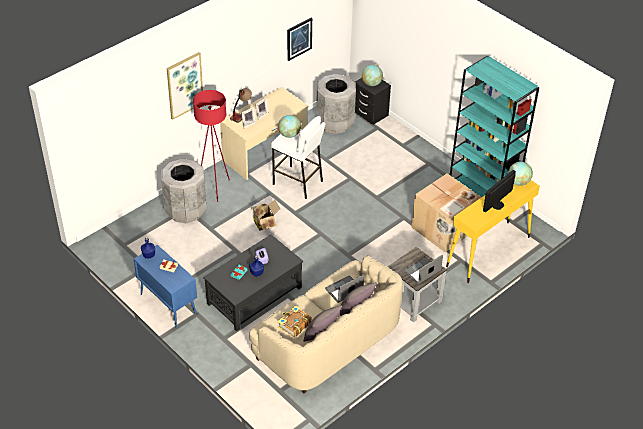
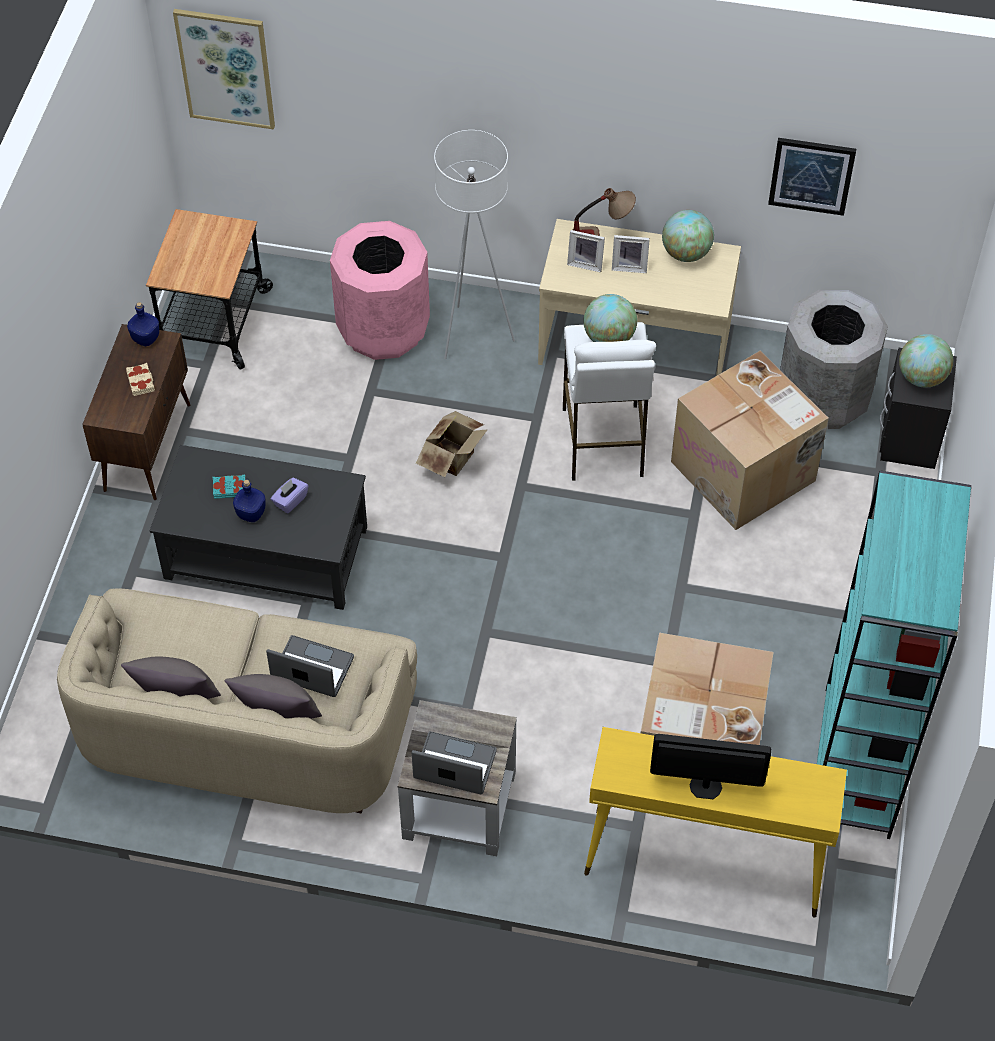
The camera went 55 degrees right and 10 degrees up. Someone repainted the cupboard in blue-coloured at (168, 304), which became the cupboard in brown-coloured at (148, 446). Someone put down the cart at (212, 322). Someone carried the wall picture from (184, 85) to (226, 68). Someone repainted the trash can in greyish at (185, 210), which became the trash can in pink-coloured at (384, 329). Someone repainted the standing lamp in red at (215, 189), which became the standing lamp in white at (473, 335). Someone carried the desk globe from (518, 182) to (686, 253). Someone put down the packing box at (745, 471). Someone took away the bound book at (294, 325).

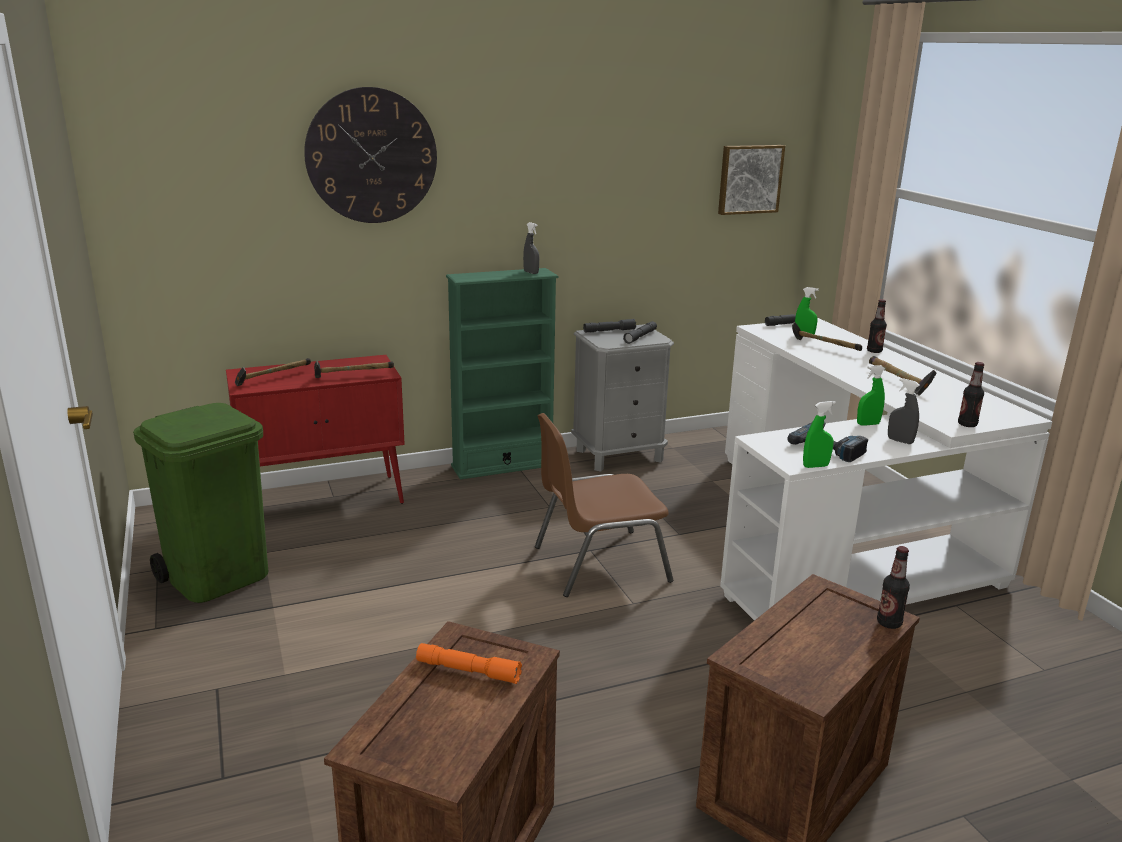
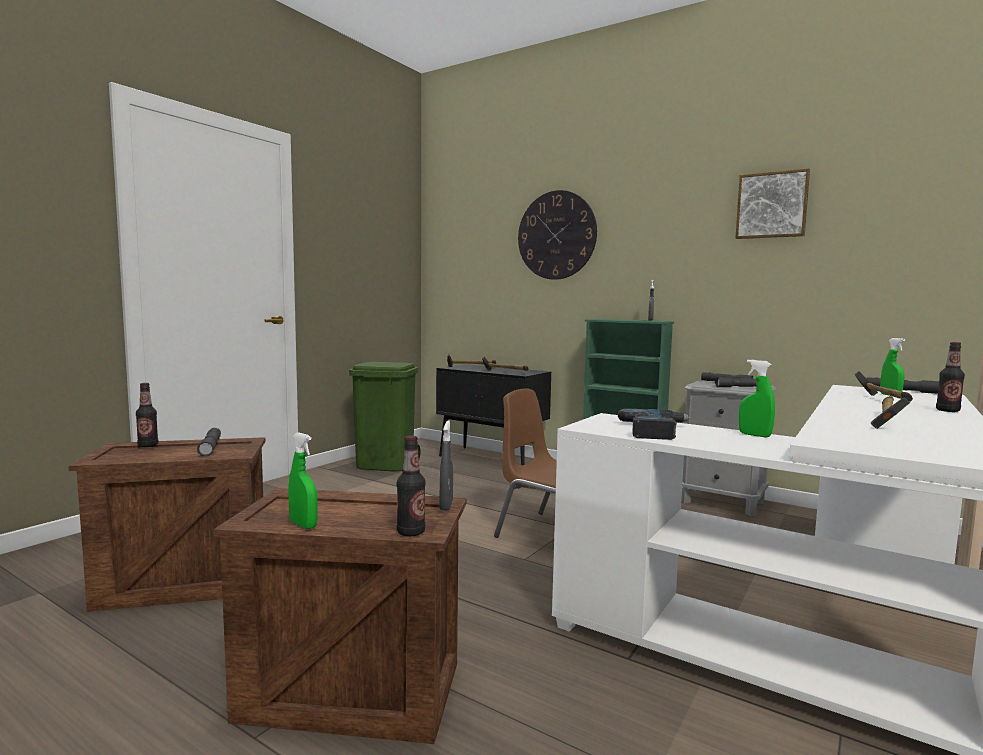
The camera went 55 degrees right and 15 degrees down. Someone carried the beverage bottle from (967, 424) to (148, 445). Someone repainted the torch in orange at (468, 671), which became the torch in greyish at (210, 447). Someone carried the sprayer in greenish from (815, 466) to (303, 525). Someone repainted the cupboard in red at (325, 500), which became the cupboard in blackish at (492, 459). Someone carried the sprayer in greyish from (900, 441) to (446, 506). Someone carried the wall picture from (749, 179) to (772, 205).

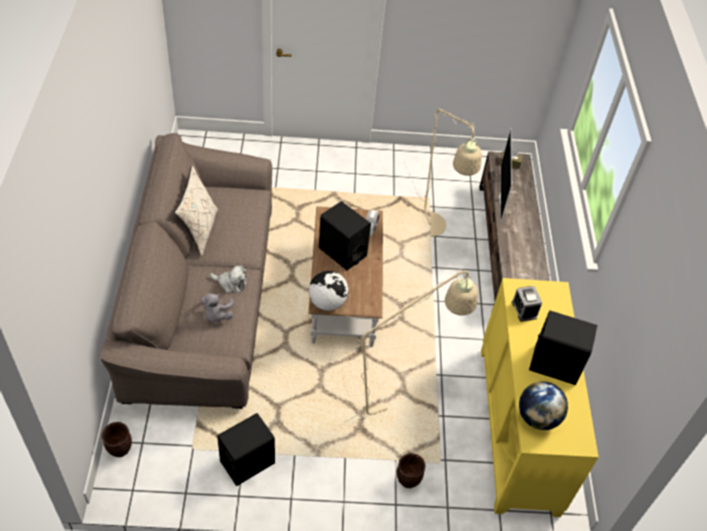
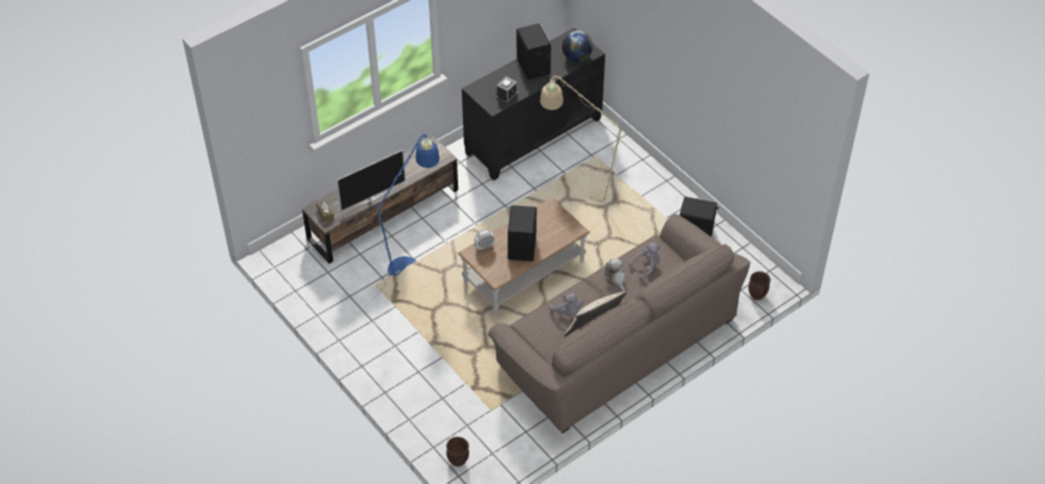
The camera went 125 degrees left and 0 degrees up. Someone repainted the standing lamp in sand-coloured at (432, 230), which became the standing lamp in blue-coloured at (409, 263). Someone carried the flower pot in brown-coloured from (407, 480) to (458, 461). Someone repainted the cupboard in yellow-coloured at (519, 428), which became the cupboard in blackish at (533, 135). Someone put down the soft toy in greyish at (568, 312). Someone took away the desk globe at (327, 302).

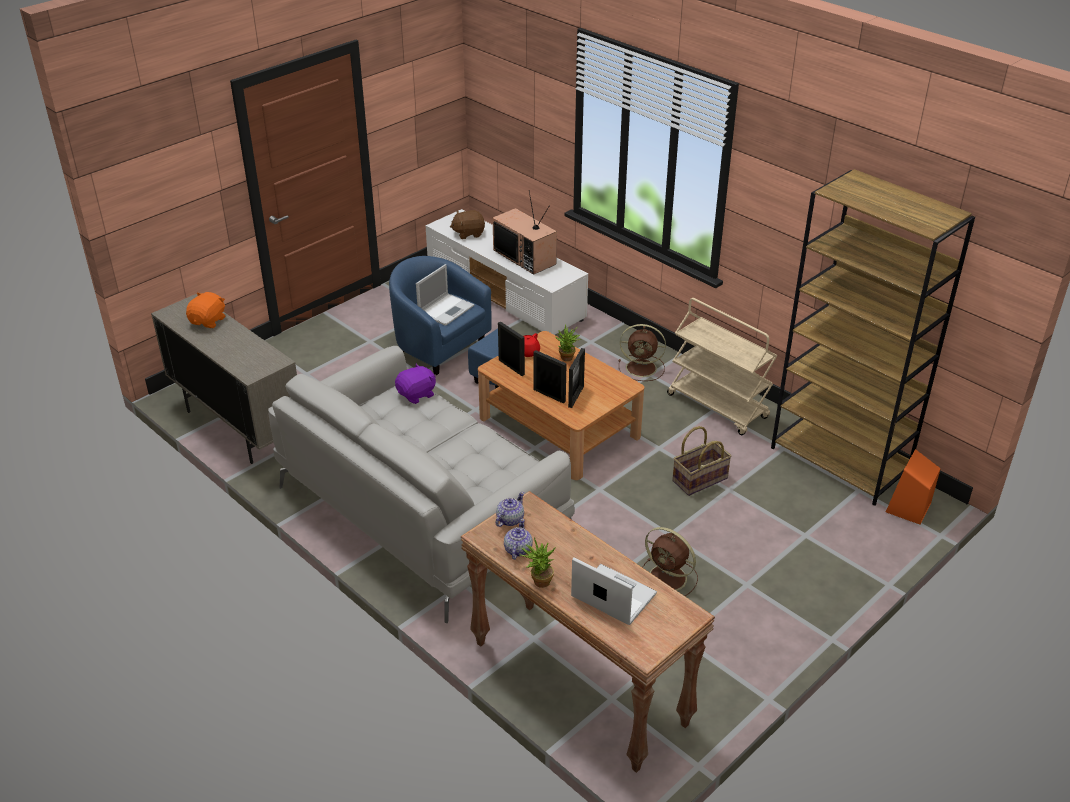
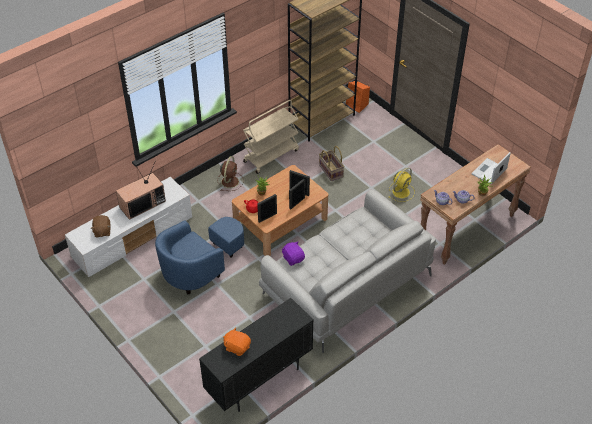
The camera went 85 degrees left and 10 degrees up. Someone repainted the cupboard in sand-coloured at (238, 427), which became the cupboard in blackish at (259, 380). Someone repainted the electric fan in brown-coloured at (669, 579), which became the electric fan in yellow-coloured at (401, 191). Someone took away the notebook computer at (446, 309).

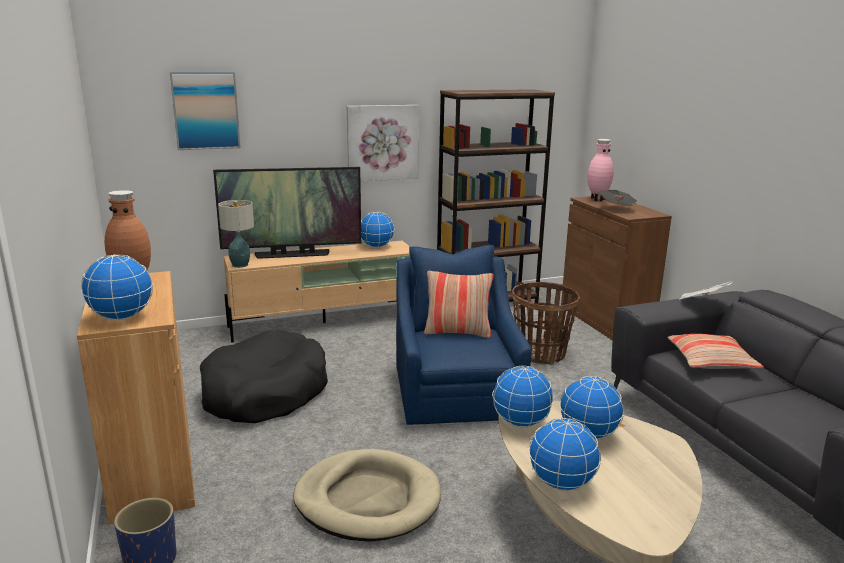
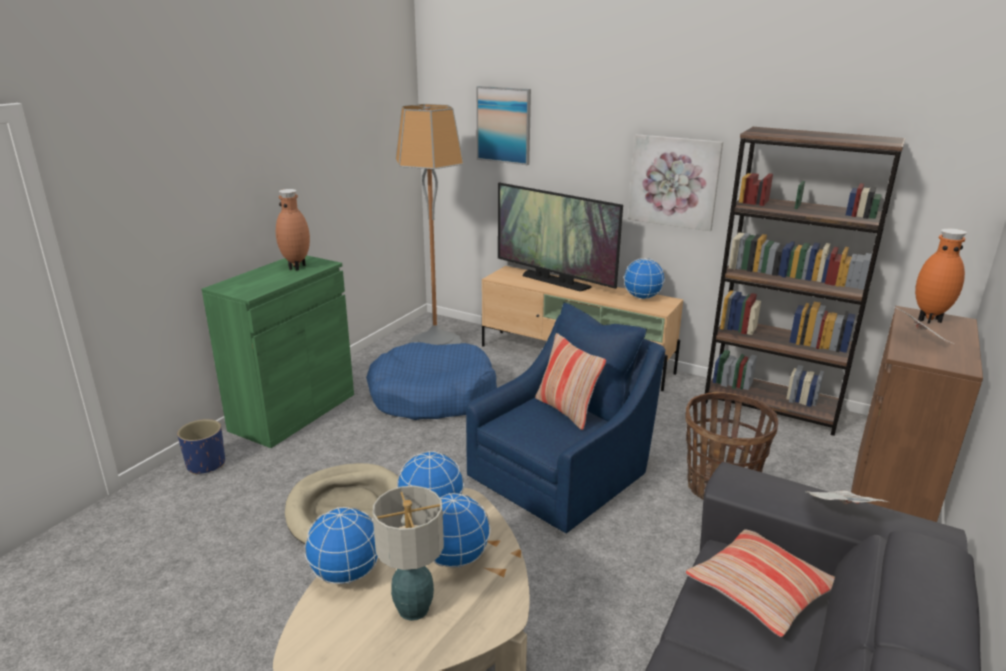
The camera went 50 degrees right and 5 degrees up. Someone repainted the cupboard in brown-coloured at (152, 470), which became the cupboard in greenish at (293, 412). Someone repainted the dog bed in blackish at (265, 393), which became the dog bed in blue-coloured at (432, 396). Someone carried the table lamp from (239, 265) to (412, 608). Someone put down the standing lamp at (435, 344). Someone repainted the vase in pink-coloured at (597, 199), which became the vase in orange at (928, 319). Someone took away the desk globe at (122, 317).

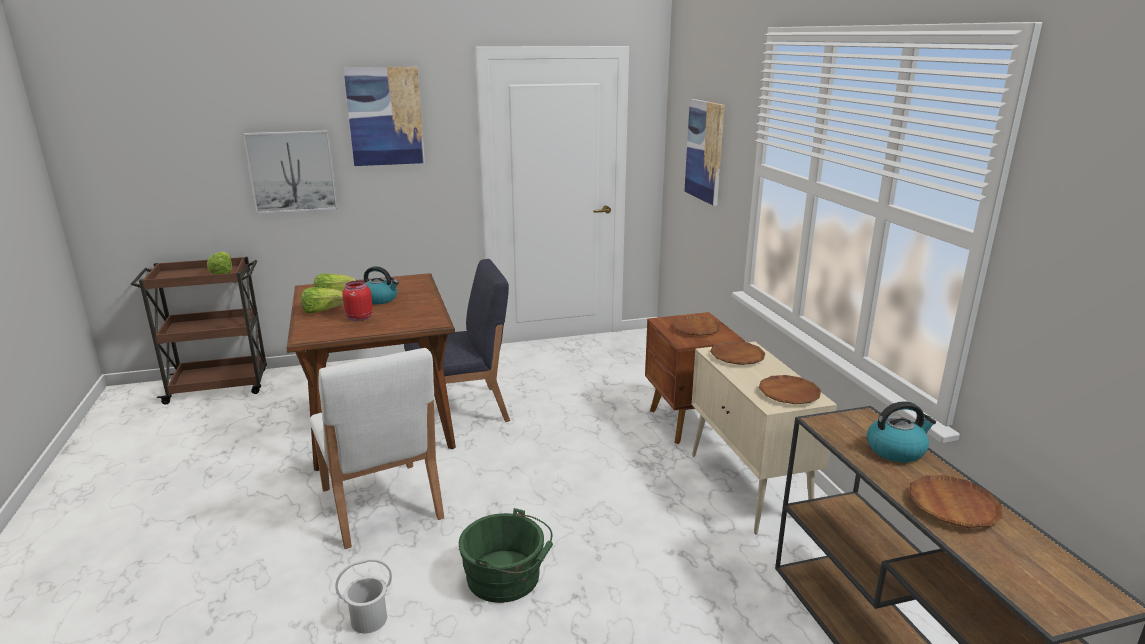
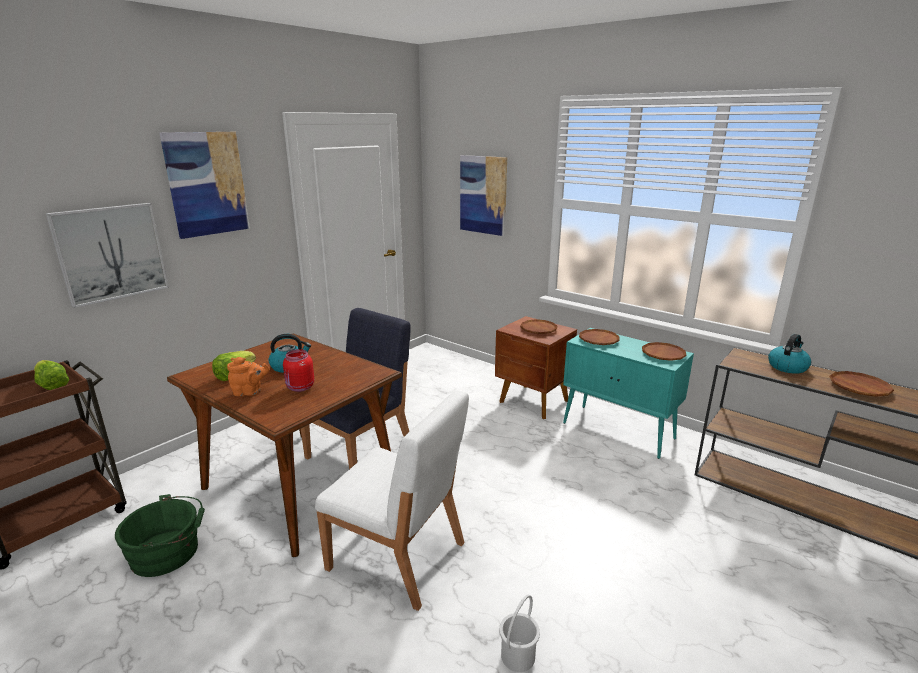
The camera went 35 degrees left and 0 degrees up. Someone carried the water bucket in greenish from (507, 578) to (169, 552). Someone swapped the lettuce head at (322, 311) for the pot for tea in orange at (249, 392). Someone repainted the cupboard in sand-coloured at (749, 487), which became the cupboard in turquoise-coloured at (619, 431).

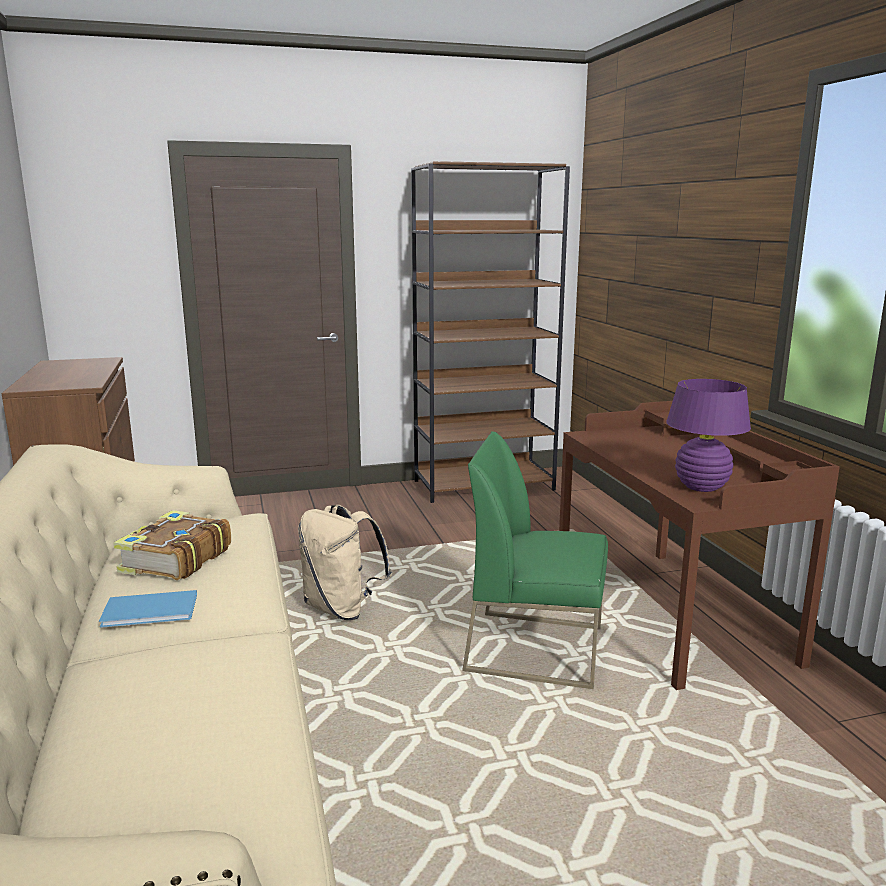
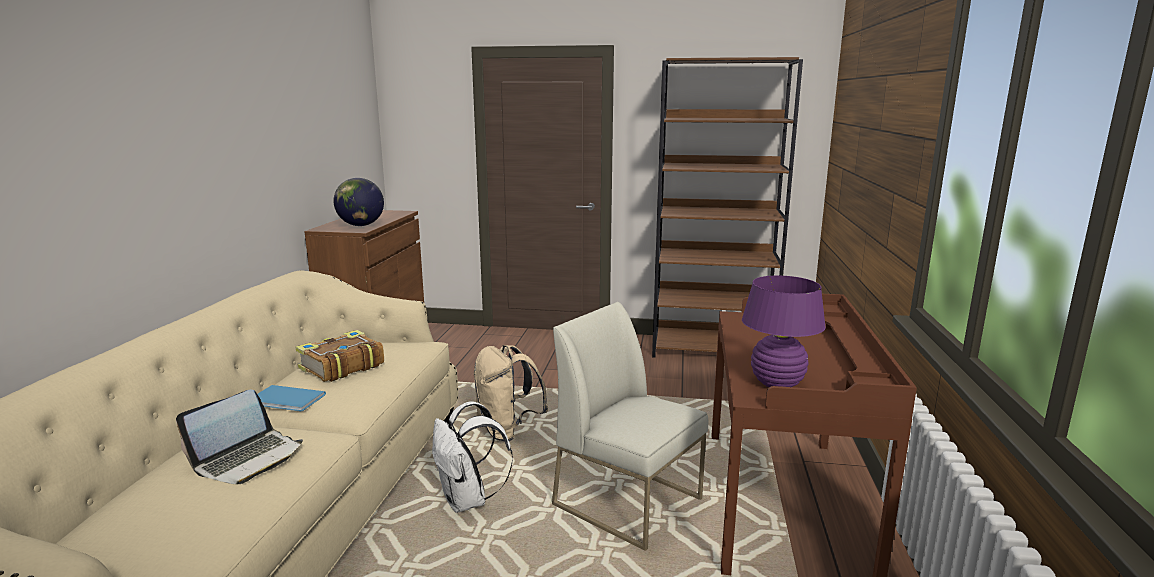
The camera went 25 degrees right and 0 degrees up. Someone put down the notebook computer at (248, 458). Someone put down the desk globe at (361, 225). Someone put down the backpack in white at (468, 500). Someone repainted the upright chair in greenish at (536, 648), which became the upright chair in white at (629, 501).

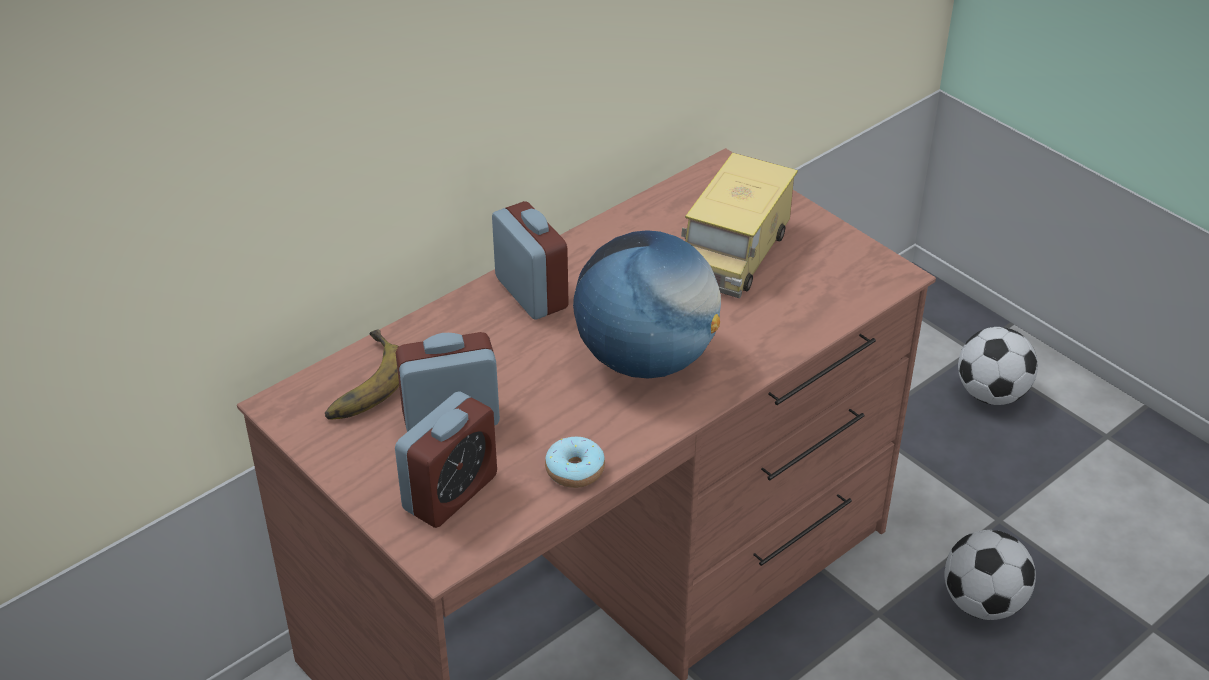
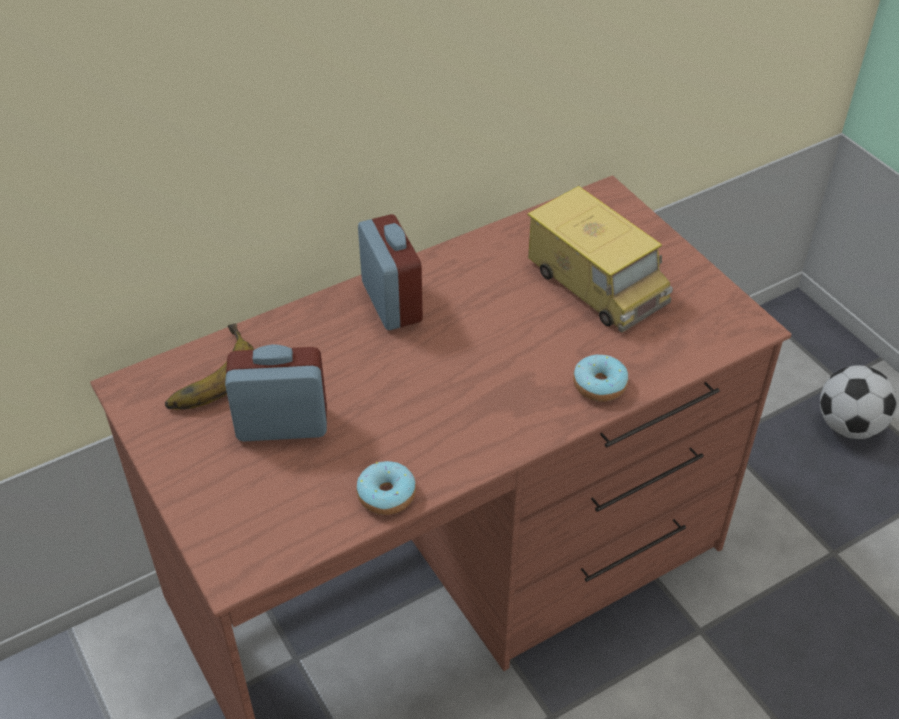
The camera went 10 degrees right and 5 degrees up. Someone rotated the toy truck at (734, 252) by 75 degrees counterclockwise. Someone put down the ring doughnut at (599, 385). Someone took away the alarm clock at (450, 493). Someone took away the desk globe at (646, 359). Someone took away the football at (983, 603).

